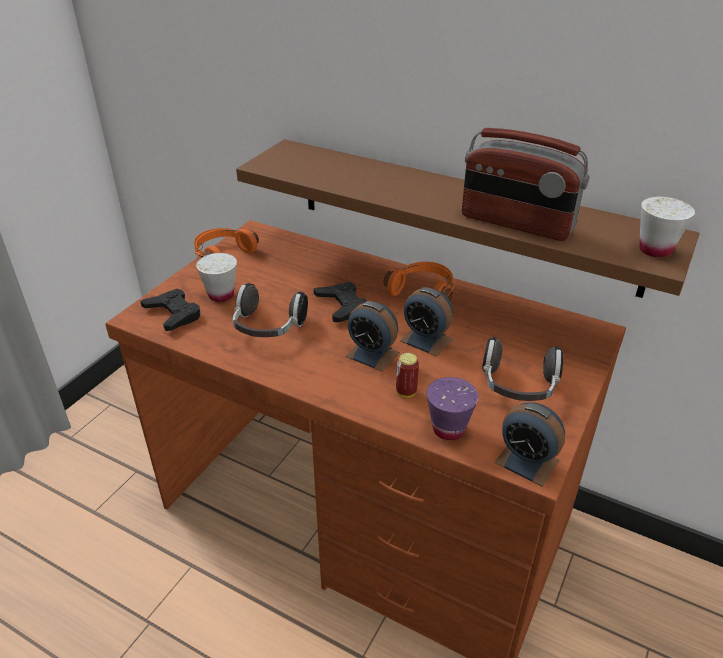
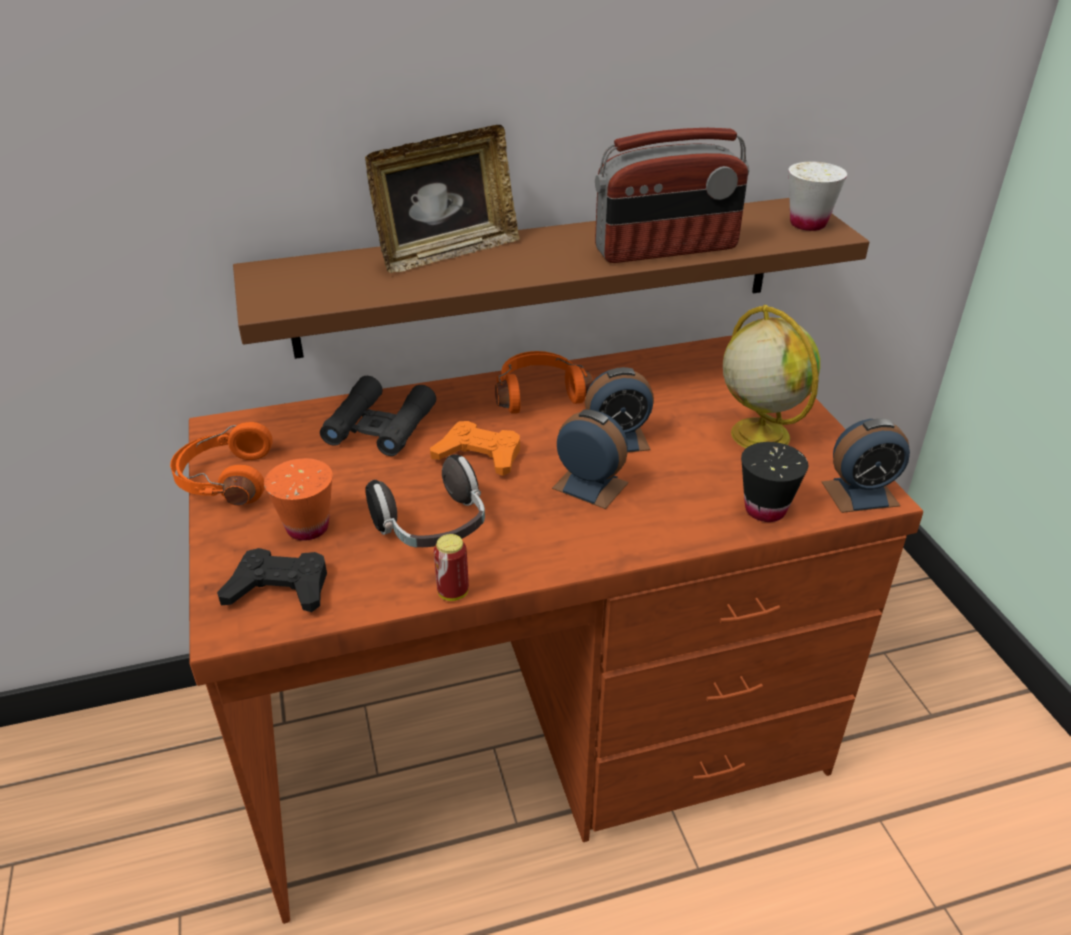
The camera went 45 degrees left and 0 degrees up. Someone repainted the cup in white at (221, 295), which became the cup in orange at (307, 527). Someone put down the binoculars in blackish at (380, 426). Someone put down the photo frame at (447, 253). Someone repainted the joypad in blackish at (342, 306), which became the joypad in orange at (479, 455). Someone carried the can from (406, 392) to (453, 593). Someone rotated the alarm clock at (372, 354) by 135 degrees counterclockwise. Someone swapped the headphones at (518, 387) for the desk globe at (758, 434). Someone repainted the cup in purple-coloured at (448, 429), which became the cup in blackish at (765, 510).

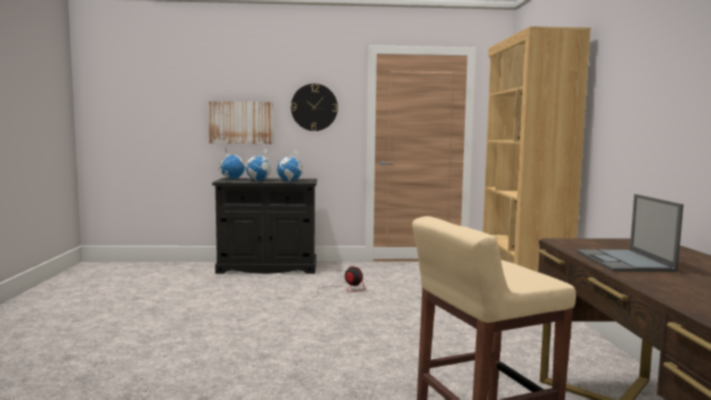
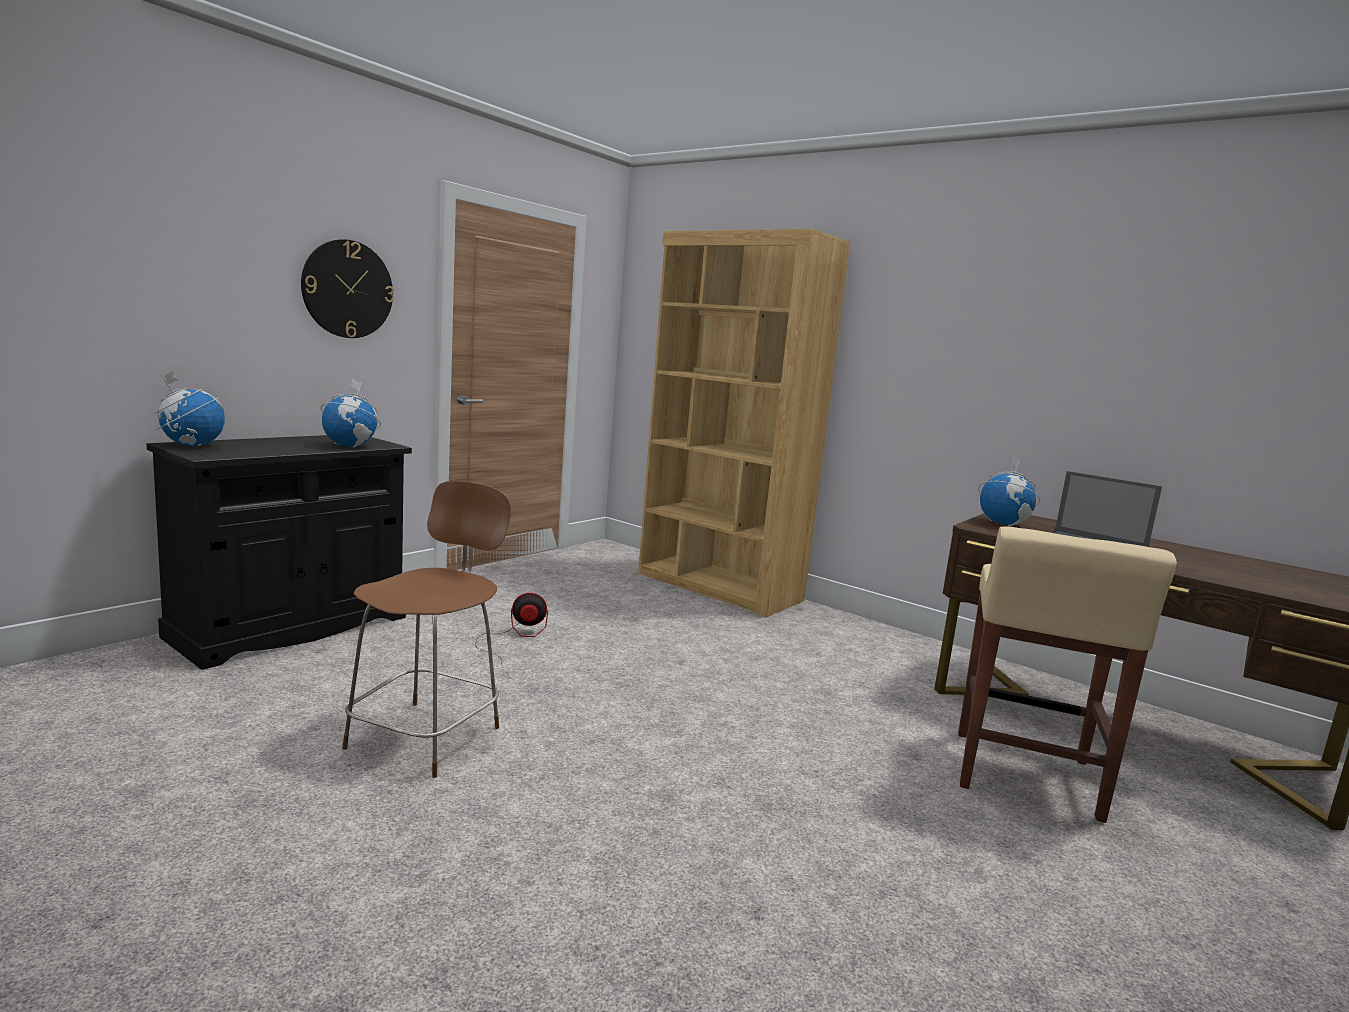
The camera went 50 degrees left and 5 degrees up. Someone put down the stool seat in brown-coloured at (428, 735). Someone carried the desk globe from (259, 180) to (1003, 524). Someone took away the wall picture at (241, 122).

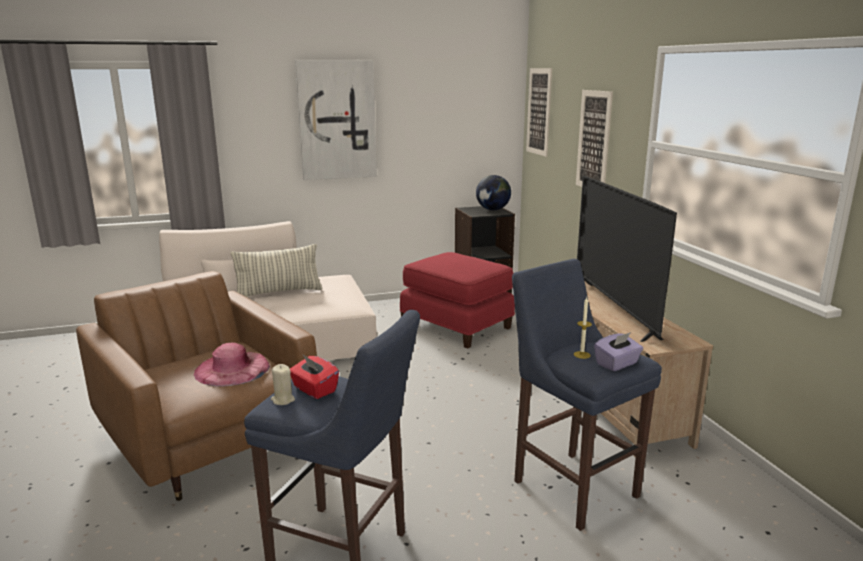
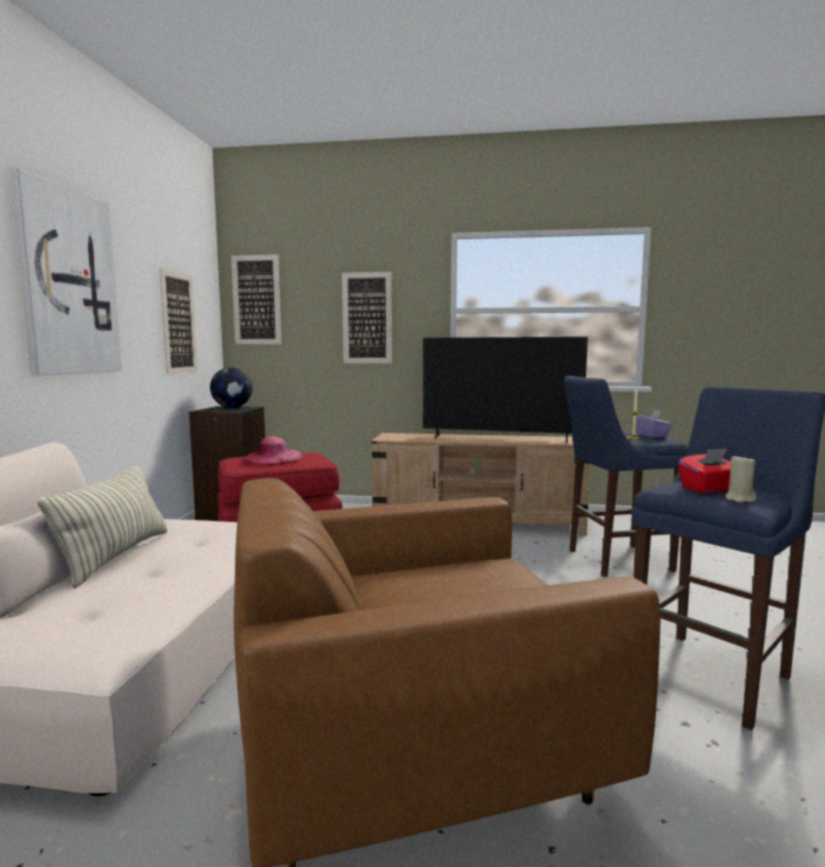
The camera went 65 degrees left and 10 degrees down. Someone put up the wall picture at (178, 323). Someone carried the hat in pink-coloured from (232, 369) to (272, 457).

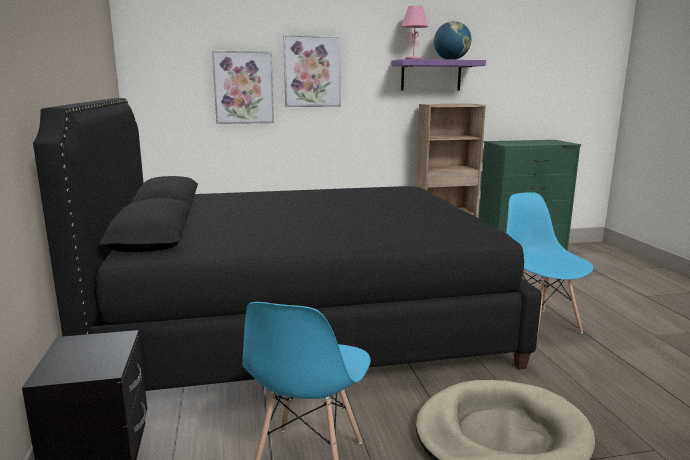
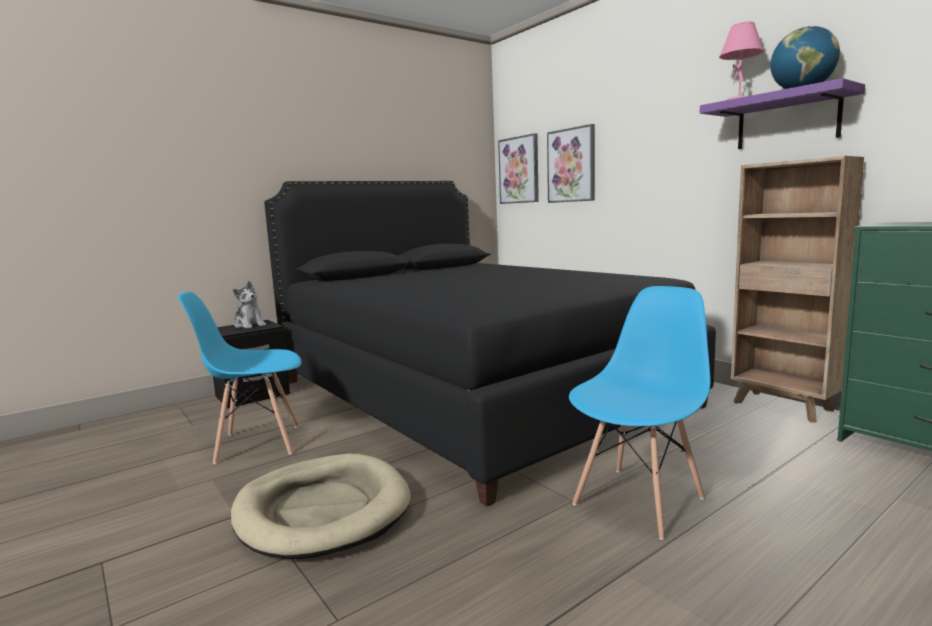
The camera went 65 degrees right and 5 degrees down. Someone put down the soft toy at (250, 325). Someone carried the wall picture from (312, 71) to (519, 170).

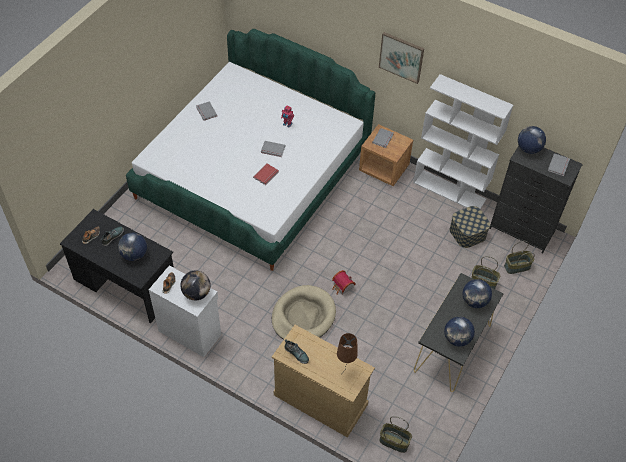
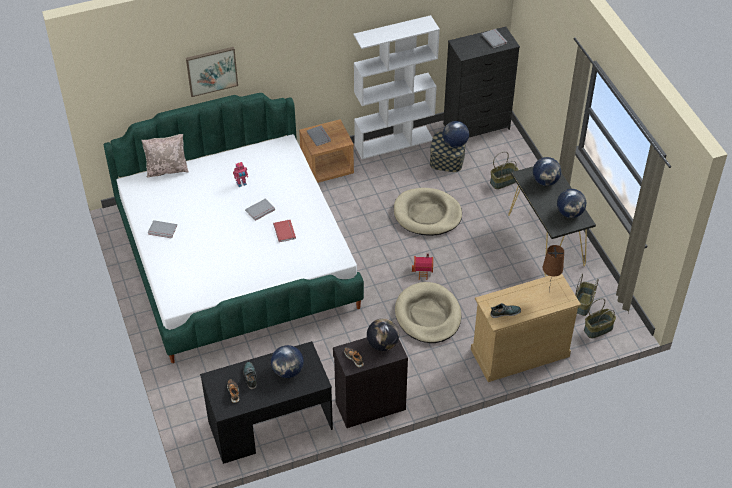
The camera went 50 degrees left and 5 degrees down. Someone put down the throw pillow in sand-coloured at (167, 169). Someone carried the wall picture from (401, 57) to (211, 71). Someone repainted the cupboard in white at (190, 332), which became the cupboard in blackish at (369, 405). Someone put down the dog bed in sand-coloured at (427, 214). Someone carried the desk globe from (528, 149) to (455, 144). Someone carried the basket from (517, 267) to (583, 304).

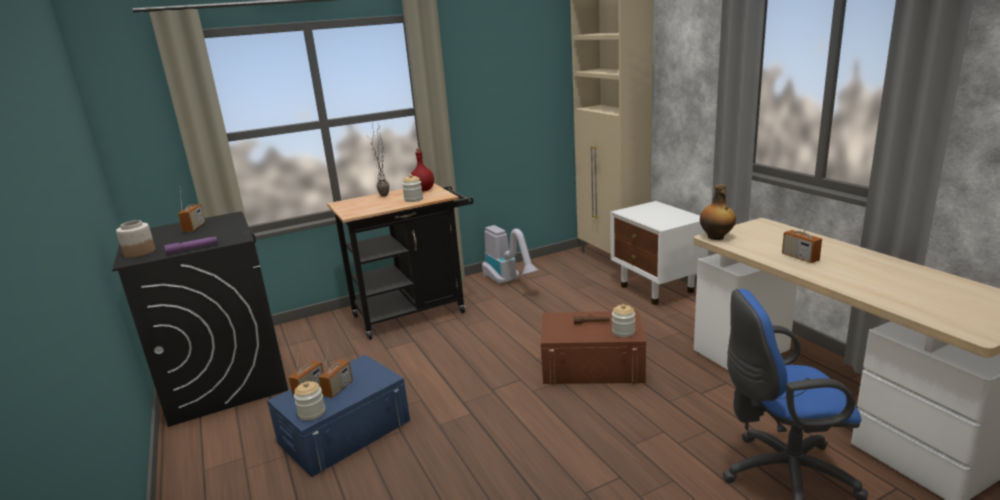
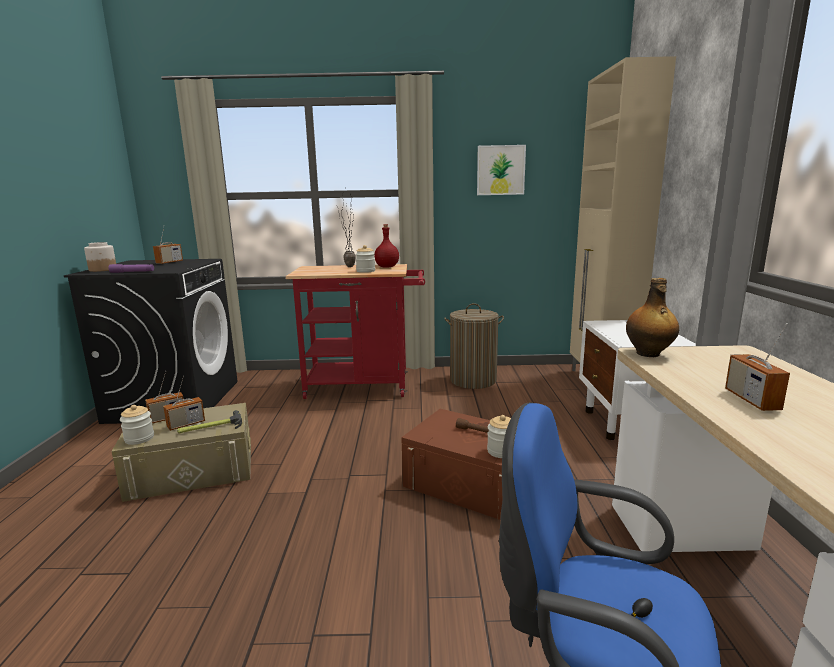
The camera went 25 degrees right and 5 degrees down. Someone repainted the storage bin in blue-coloured at (345, 431), which became the storage bin in sand-coloured at (193, 470). Someone put down the hand hammer at (210, 427). Someone repainted the cart in blackish at (415, 312), which became the cart in red at (364, 386). Someone swapped the vacuum at (509, 281) for the hamper at (473, 380). Someone put up the wall picture at (500, 170).

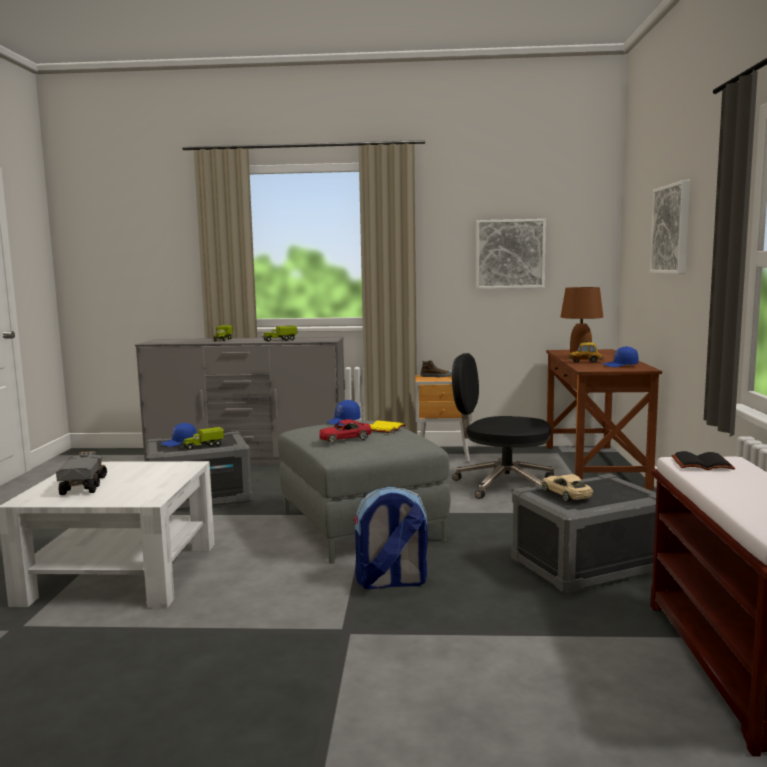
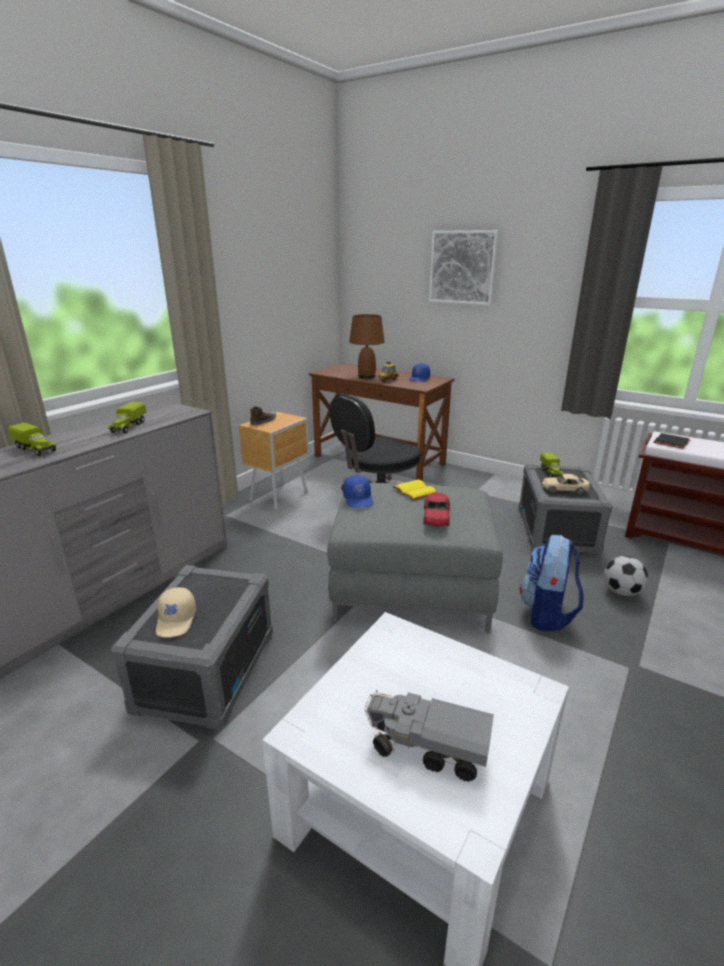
The camera went 60 degrees left and 15 degrees up. Someone repainted the cap in blue-coloured at (179, 443), which became the cap in sand-coloured at (177, 620). Someone carried the toy truck from (202, 446) to (551, 472). Someone put down the football at (621, 592). Someone took away the wall picture at (510, 254).

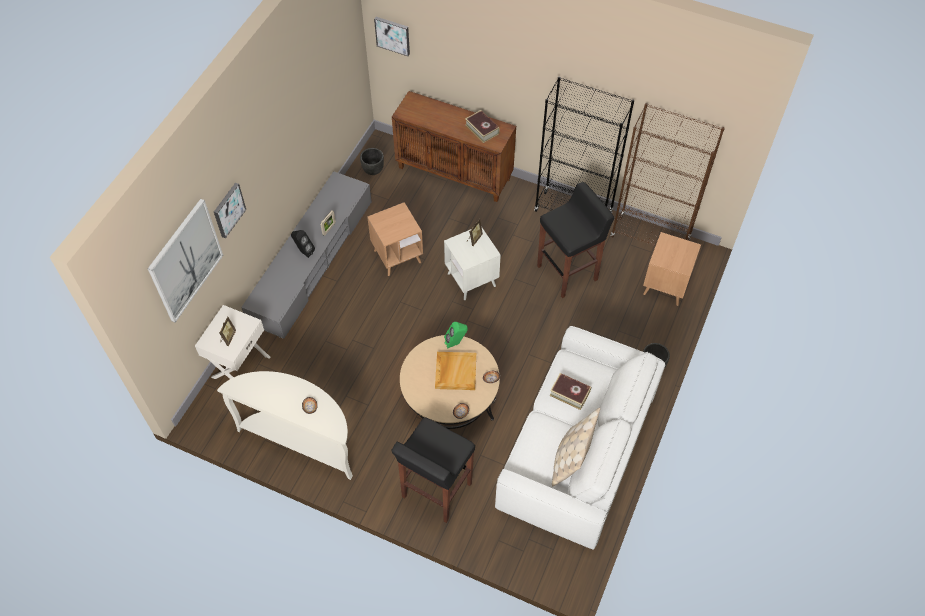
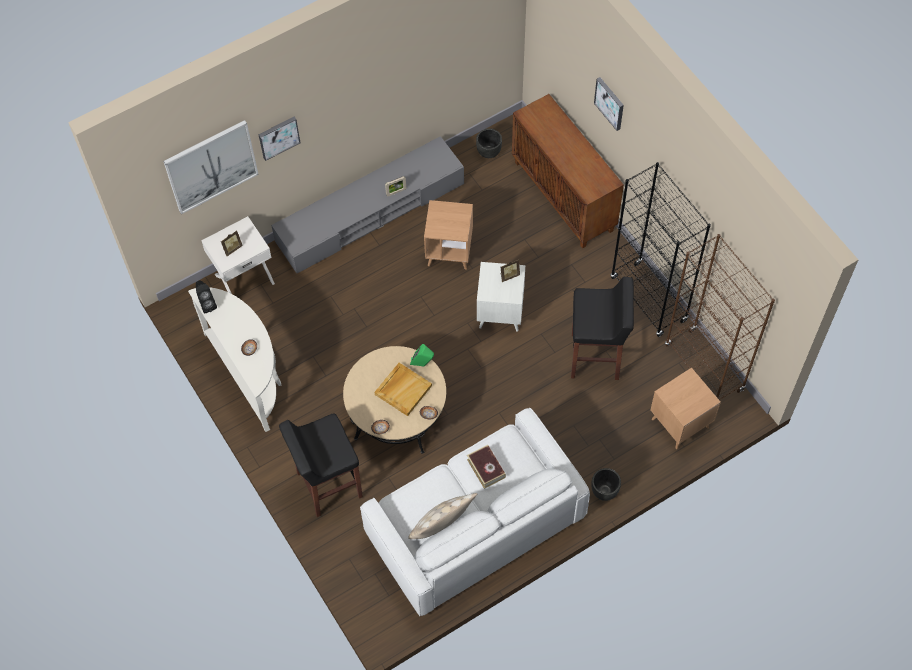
The camera went 35 degrees right and 5 degrees up. Someone carried the speaker in blackish from (304, 251) to (207, 304). Someone carried the wall picture from (393, 35) to (610, 103). Someone took away the bound book at (482, 129).

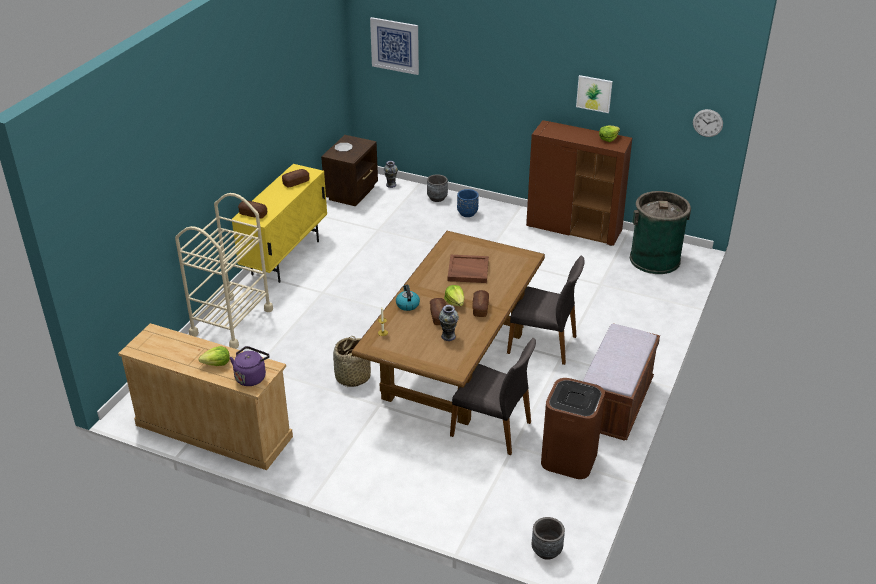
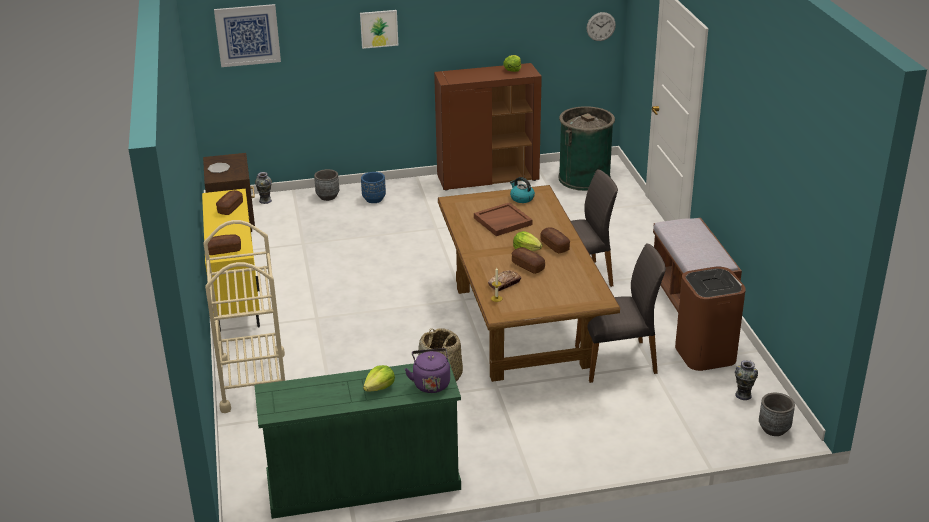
The camera went 35 degrees left and 5 degrees down. Someone repainted the chest of drawers in sand-coloured at (213, 431), which became the chest of drawers in greenish at (362, 483). Someone carried the wall picture from (594, 93) to (379, 28). Someone put down the bakery bread at (504, 284). Someone carried the water kettle from (407, 304) to (521, 198). Someone carried the vase from (448, 336) to (743, 395).

